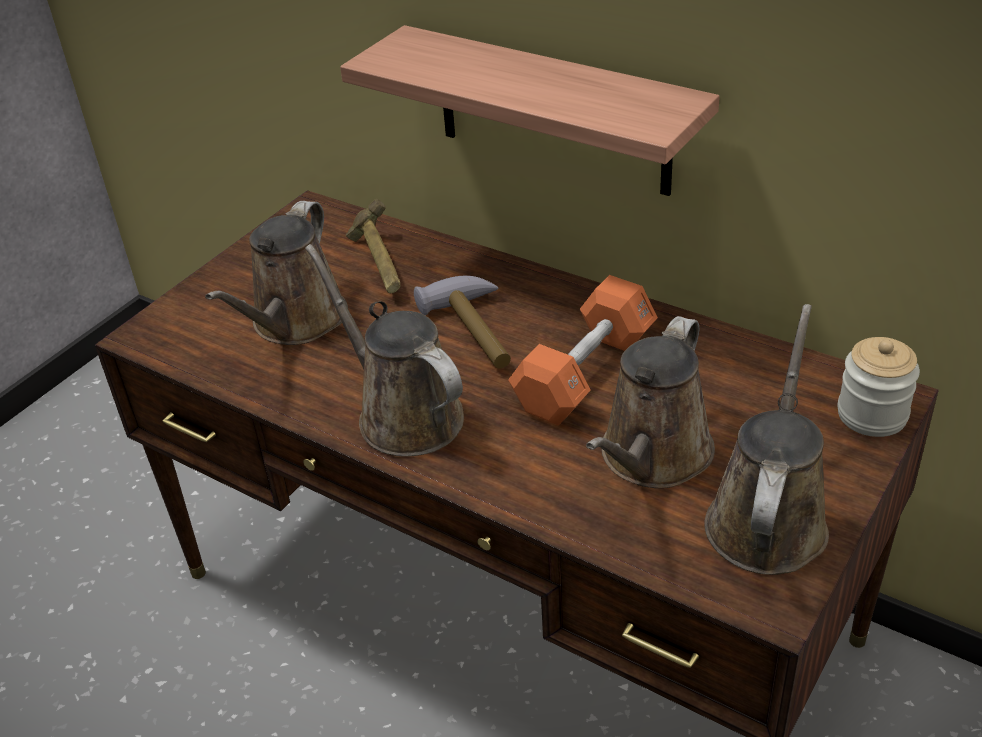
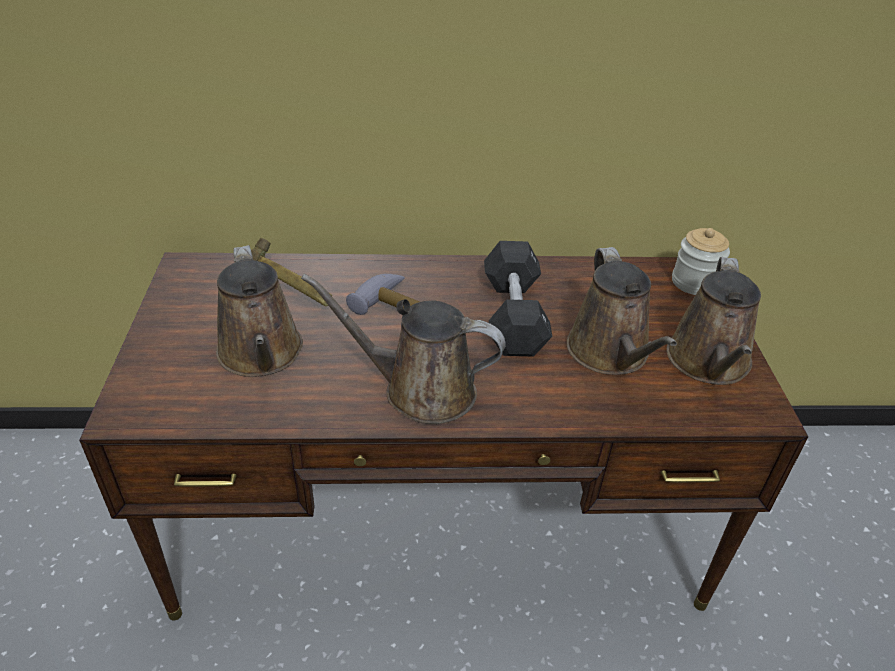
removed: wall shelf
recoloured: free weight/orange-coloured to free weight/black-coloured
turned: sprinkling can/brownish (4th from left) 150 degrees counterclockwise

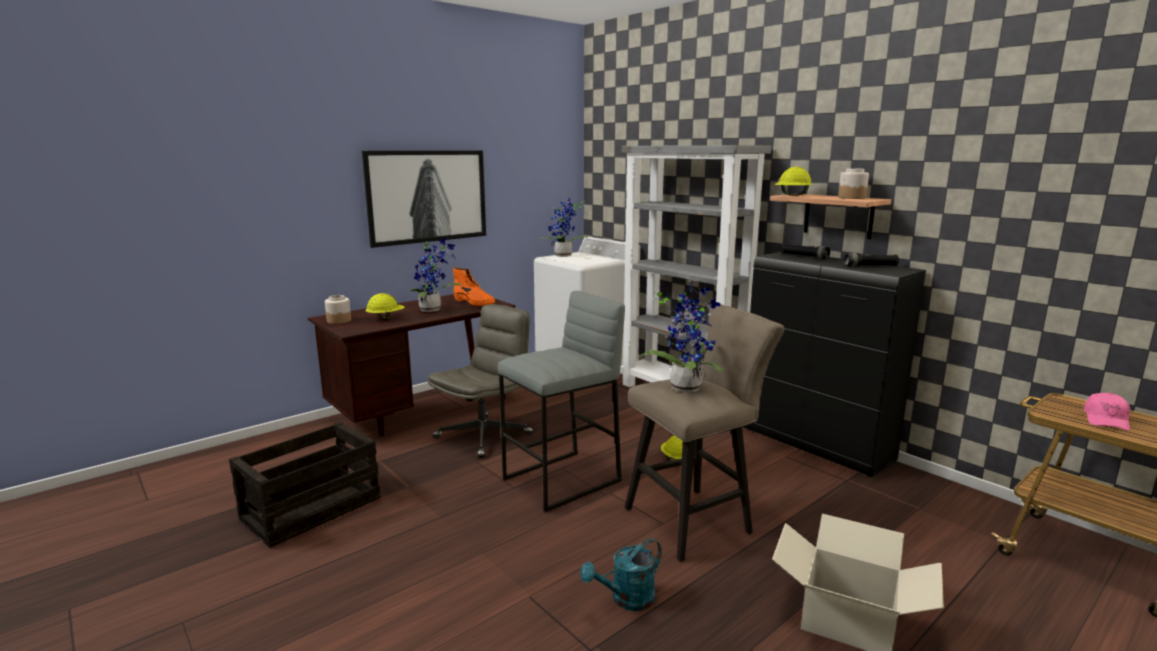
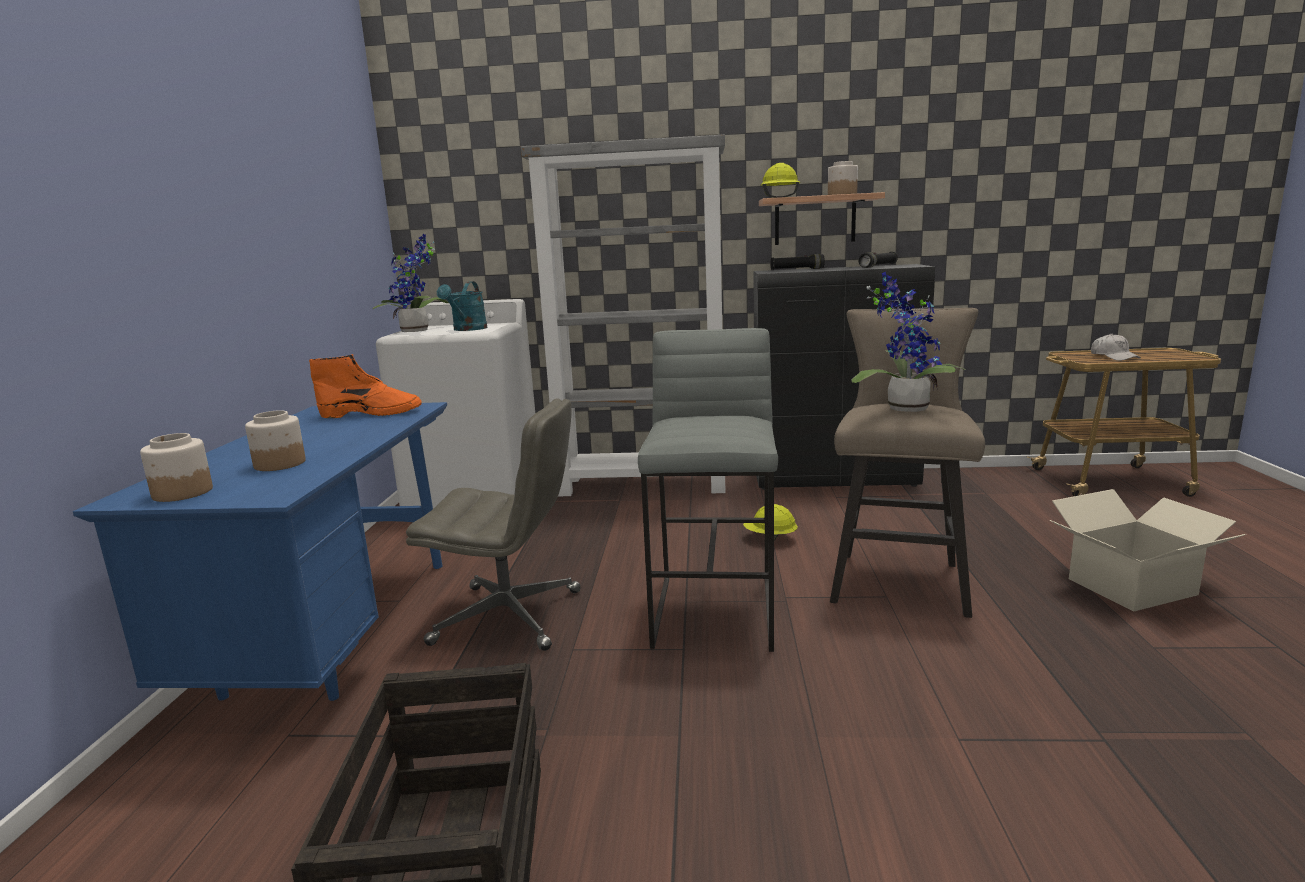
removed: picture; plant in a pot (1st from left)
moved: sprinkling can/turquoise-coloured
replaced: safety helmet/yellow (1st from left) to storage jar (2nd from left)
recoloured: desk unit/brownish to desk unit/blue-coloured; baseball cap/pinkish to baseball cap/white
turned: desk chair/grey 105 degrees clockwise

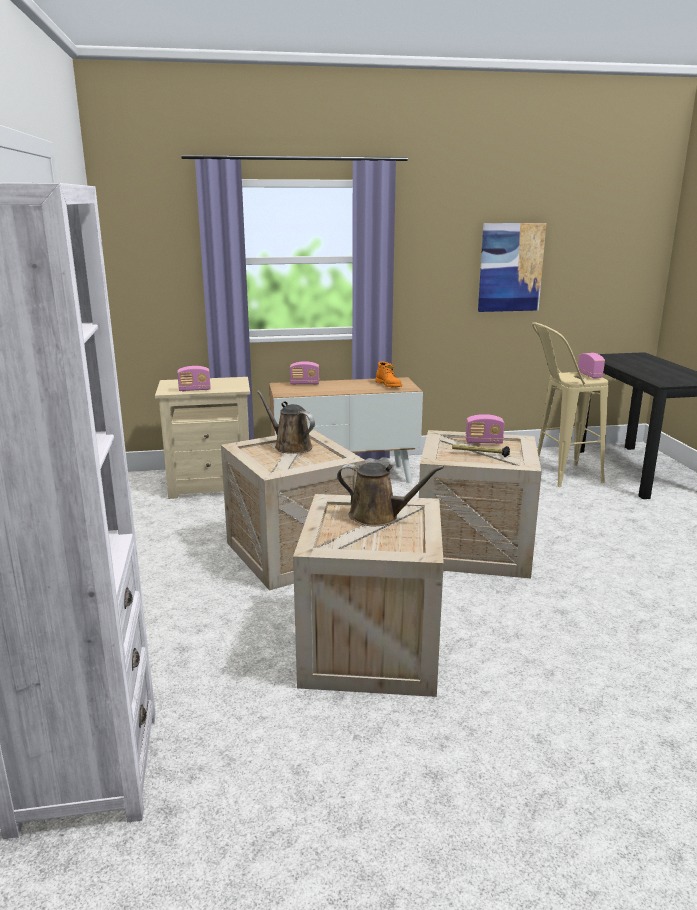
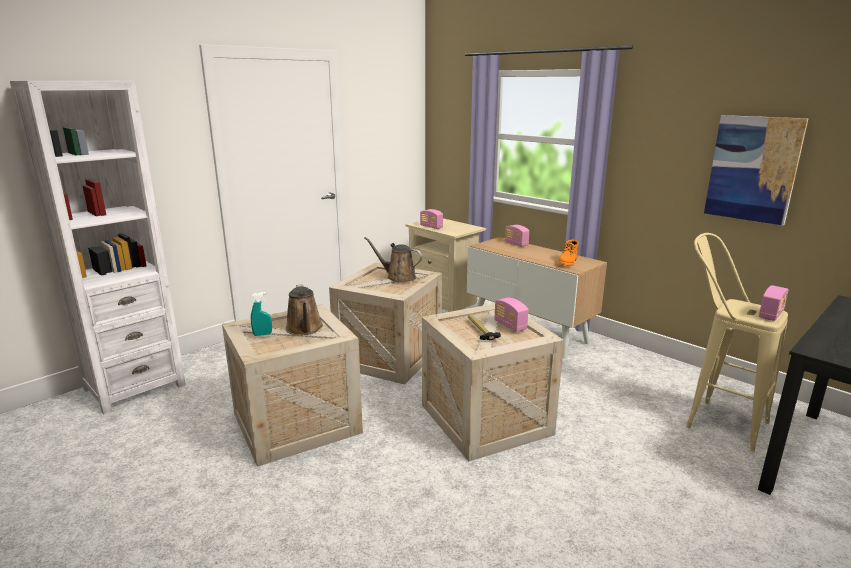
added: sprayer/turquoise-coloured
turned: sprinkling can/brownish (1st from left in the first image) 75 degrees counterclockwise

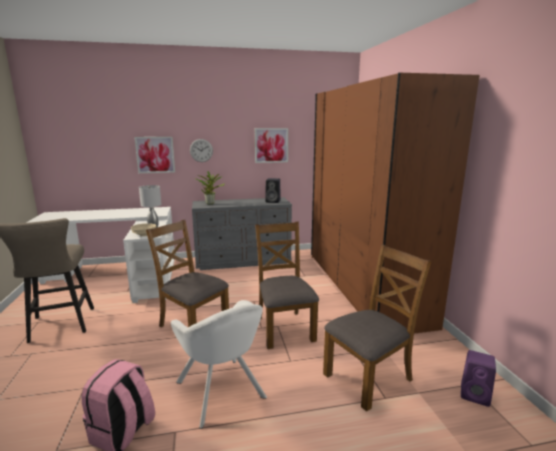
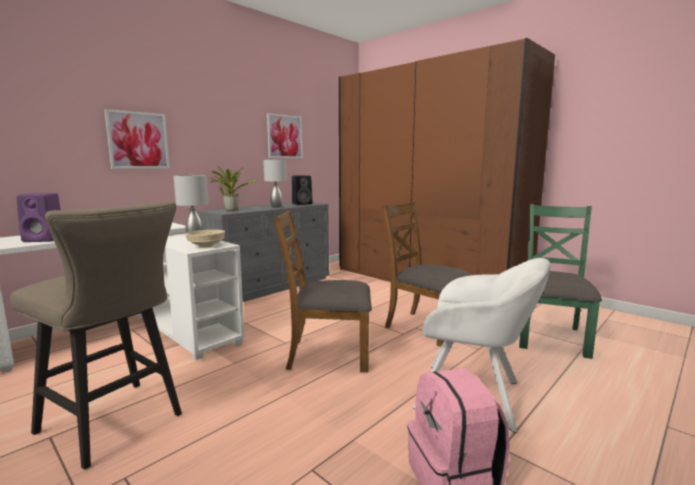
removed: wall clock
added: tabletop lamp/grey (2nd from left)
moved: speaker/purple
recoloured: chair/brownish (3rd from left) to chair/greenish

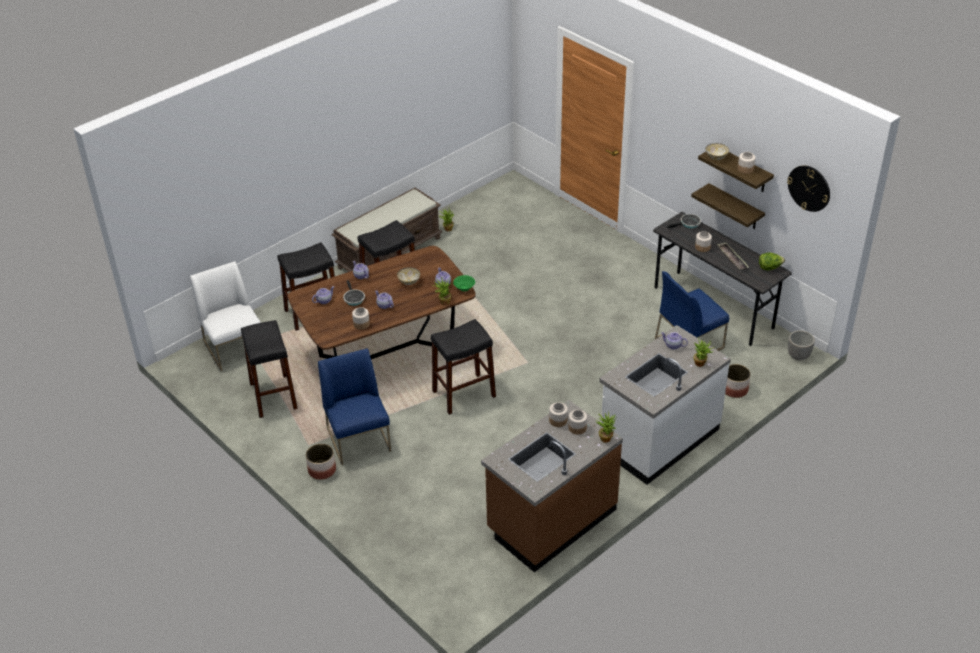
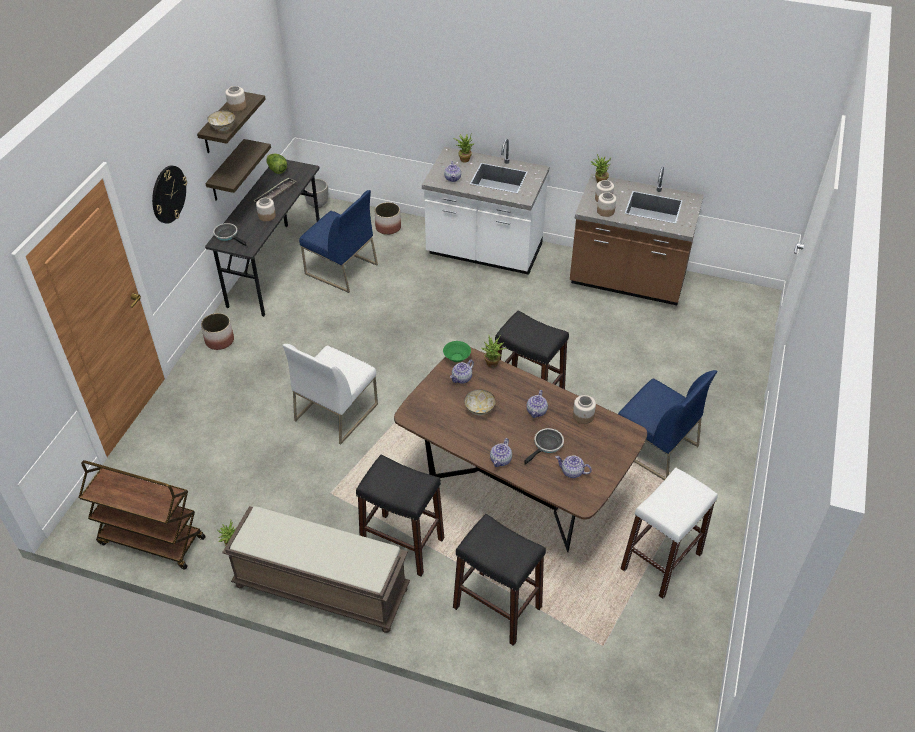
added: cart/brownish
moved: chair/white; plant pot (1st from left); wall clock
recoloured: stool/black-coloured (1st from left) to stool/white
turned: chair/blue-coloured (1st from left in the first image) 90 degrees counterclockwise

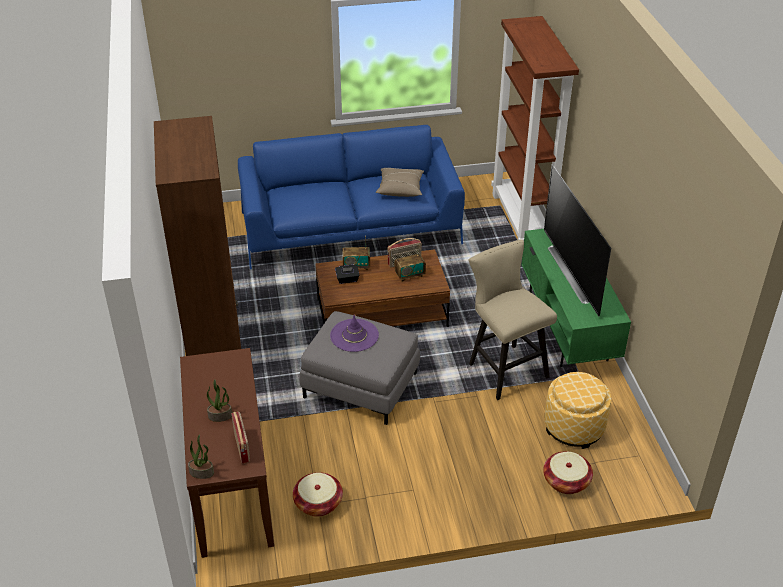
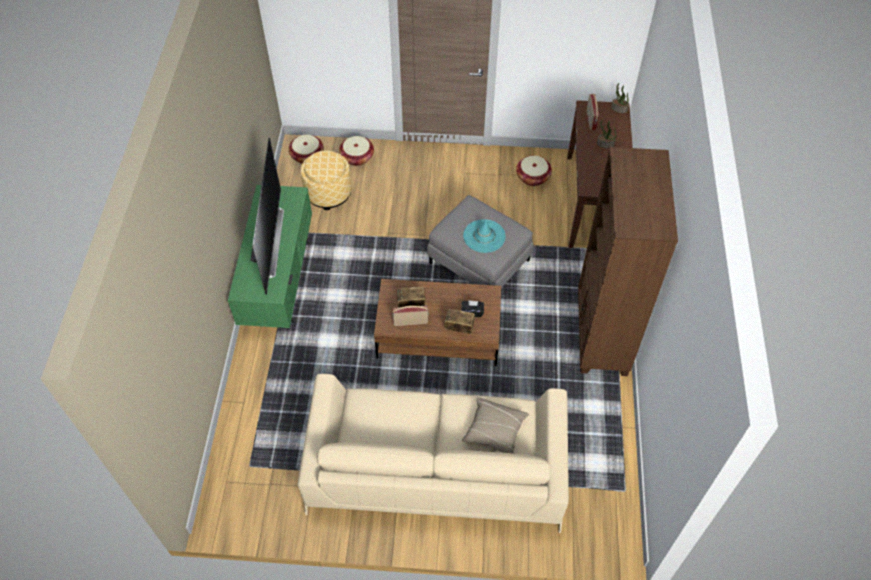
removed: stool/beige; shelving unit/brownish (2nd from left)
added: household basket (1st from left)
moved: pillow/beige
recoloured: settee/blue-coloured to settee/beige; hat/purple to hat/turquoise-coloured

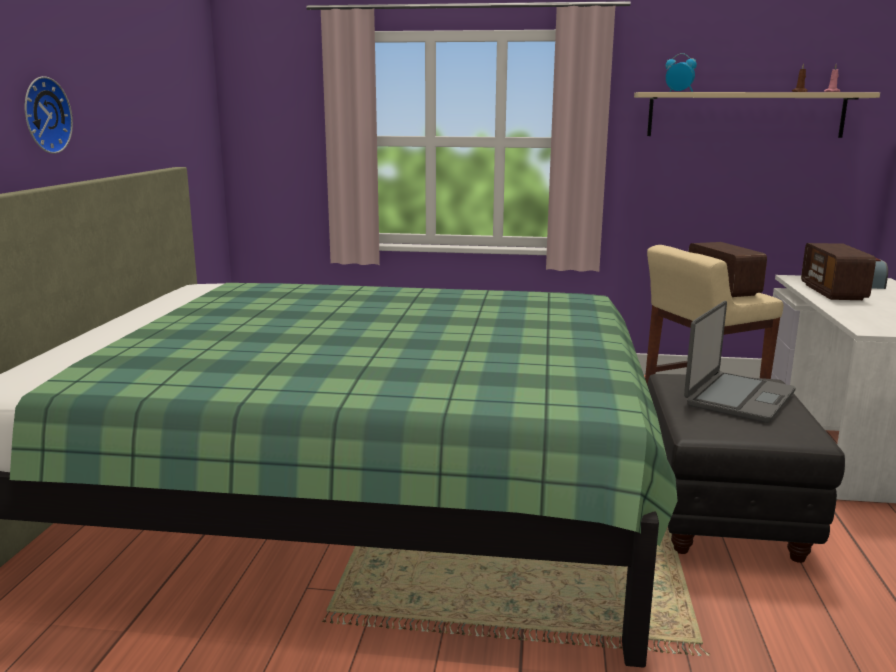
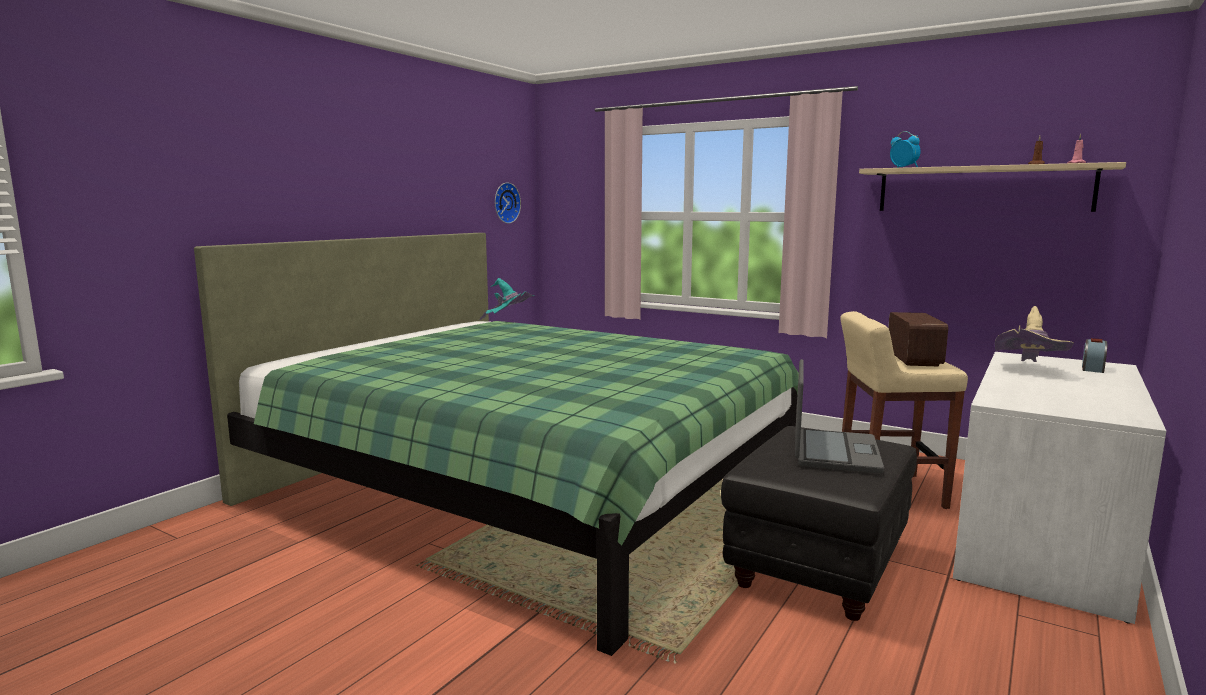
added: hat/turquoise-coloured
moved: wall clock
replaced: radio set (2nd from left) to hat/beige
turned: notebook computer 45 degrees counterclockwise

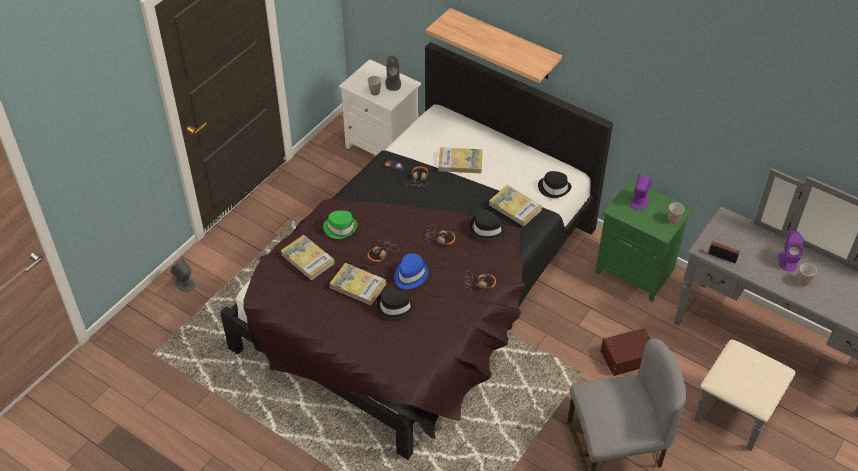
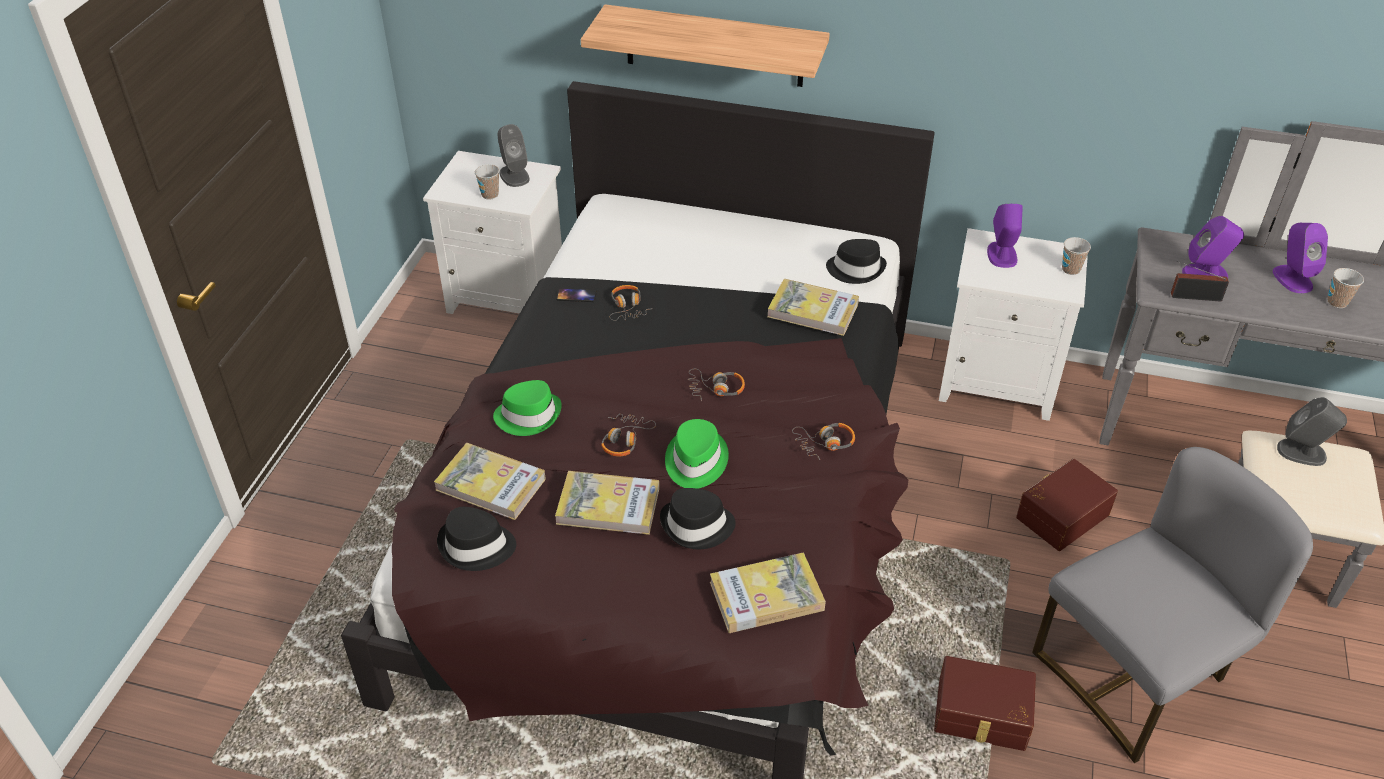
added: storage bin/brownish (1st from left); speaker/purple (2nd from left)
moved: speaker/grey (1st from left in the first image) to speaker/grey (2nd from left); book (3rd from left); hat/black-coloured (2nd from left in the first image) to hat/black-coloured (1st from left)
recoloured: hat/blue-coloured to hat/greenish (2nd from left); bedside table/greenish to bedside table/white (2nd from left)

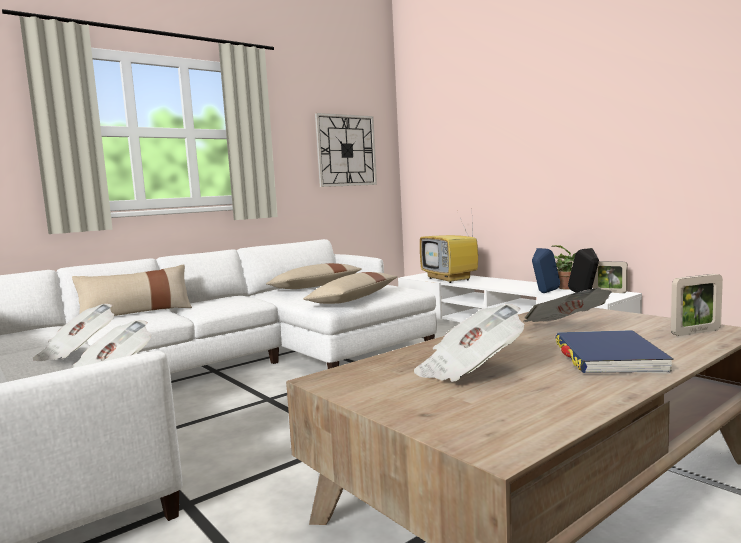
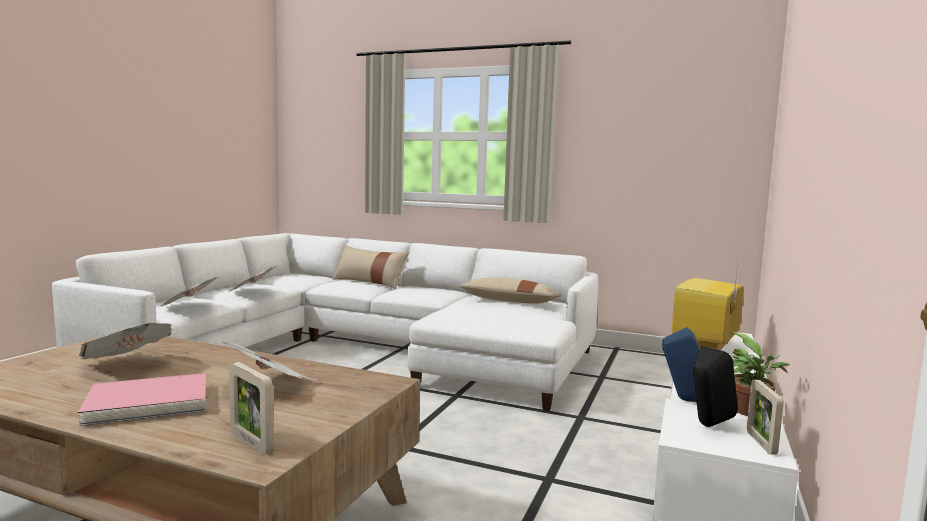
removed: pillow/beige (3rd from left); wall clock
recoloured: book/blue-coloured to book/pinkish

